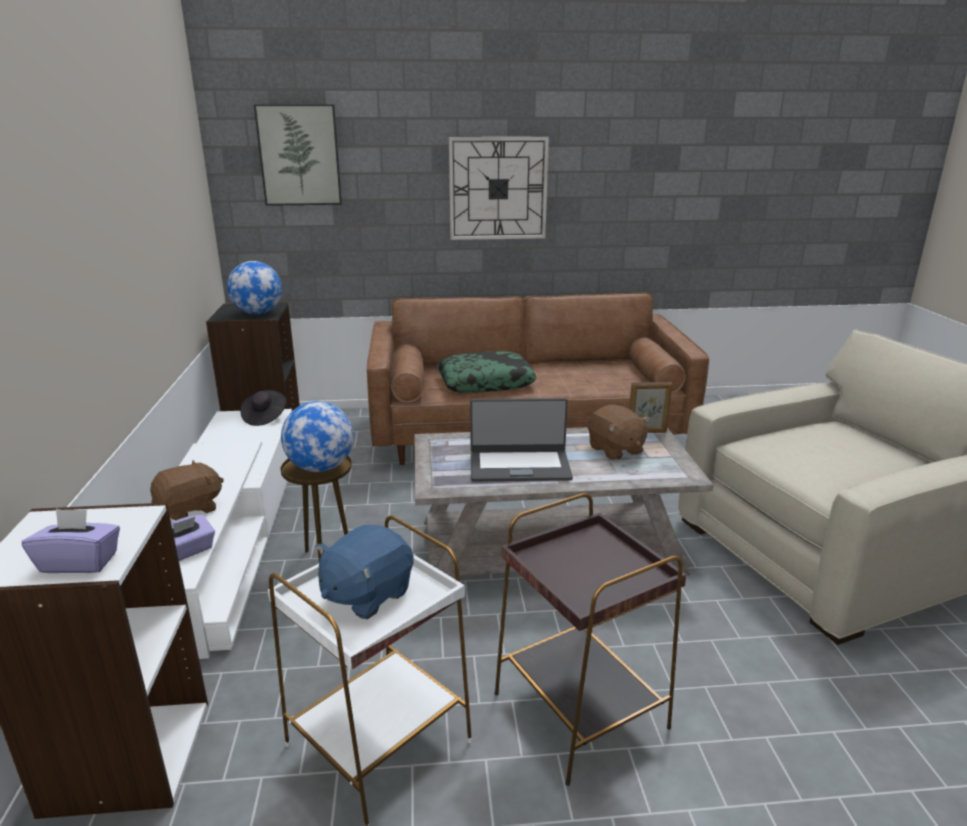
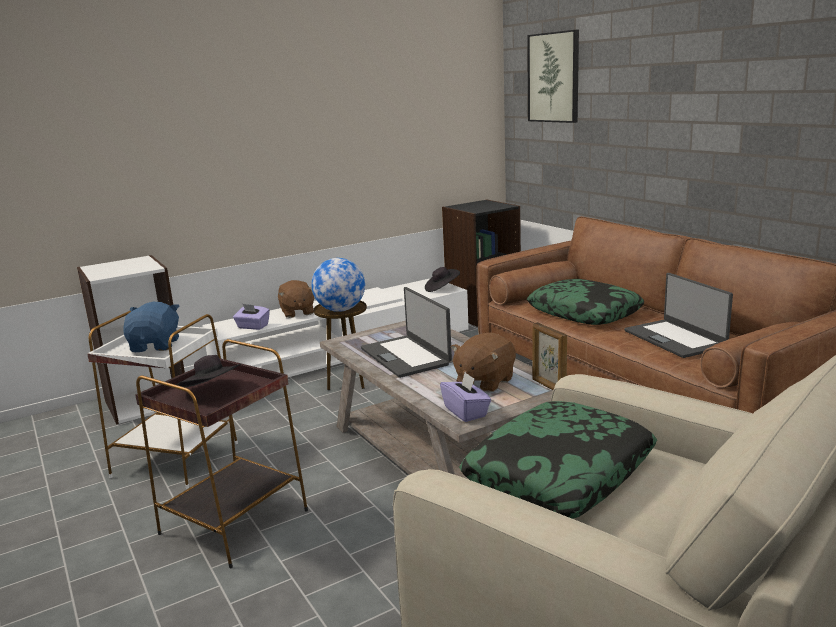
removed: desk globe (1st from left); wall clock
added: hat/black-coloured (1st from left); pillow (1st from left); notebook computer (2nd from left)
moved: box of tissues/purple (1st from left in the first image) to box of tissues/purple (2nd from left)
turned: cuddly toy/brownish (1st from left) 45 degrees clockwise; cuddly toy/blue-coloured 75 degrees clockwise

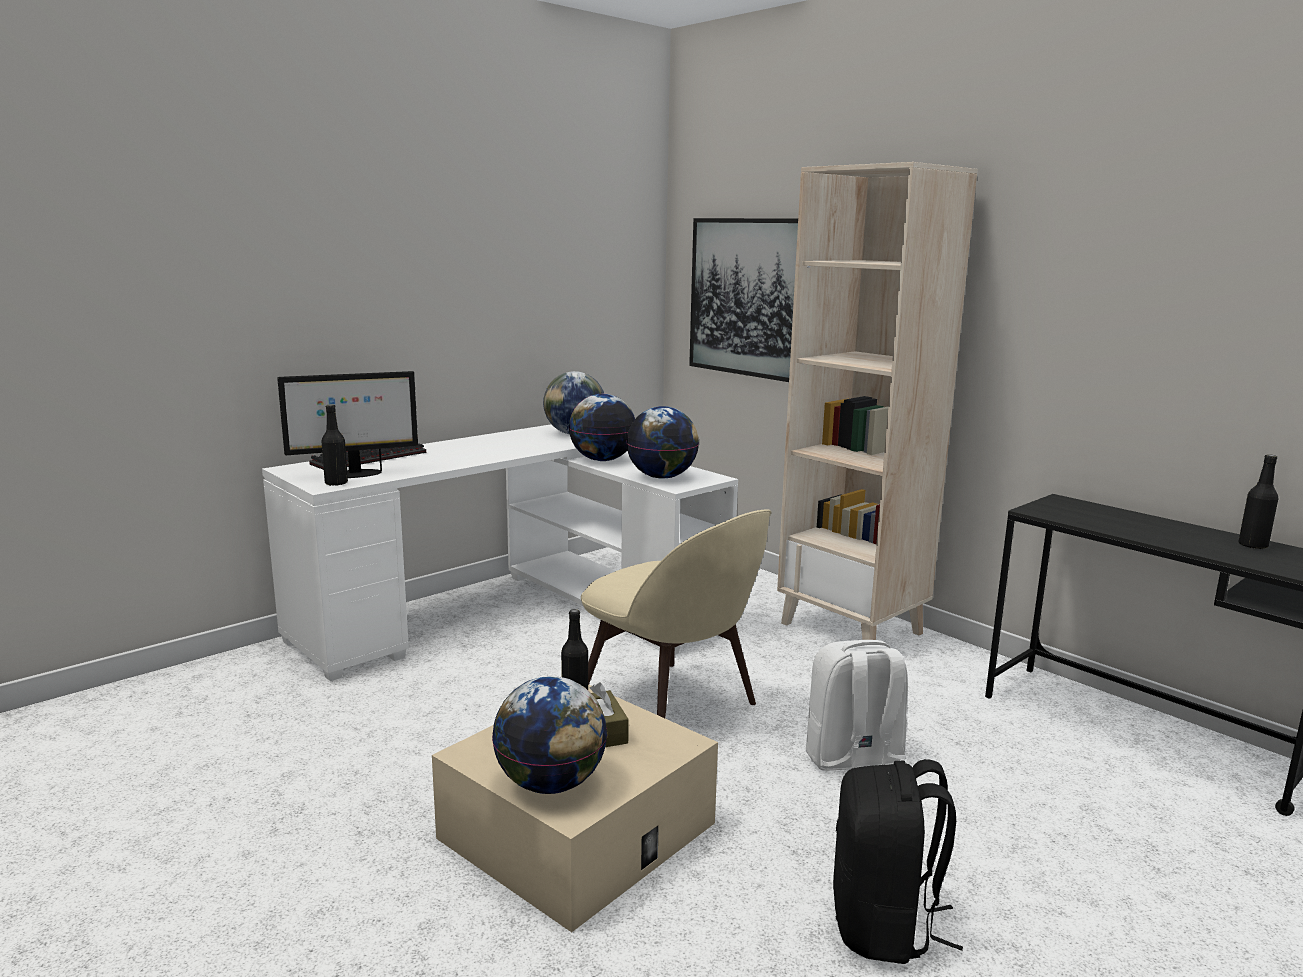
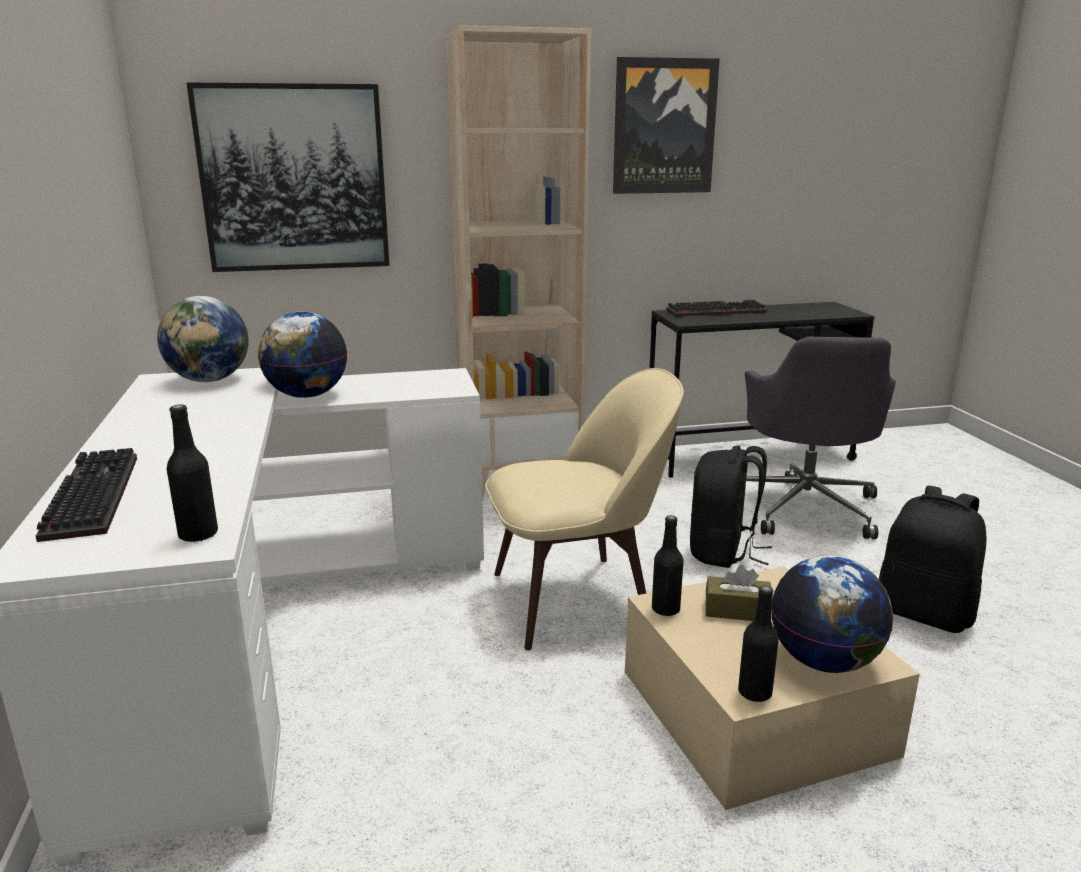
removed: computer display; desk globe (4th from left)
added: picture (2nd from left); computer keyboard (2nd from left); desk chair/grey
moved: drink bottle/black-coloured (3rd from left)
recoloured: knapsack/white to knapsack/black-coloured (1st from left)

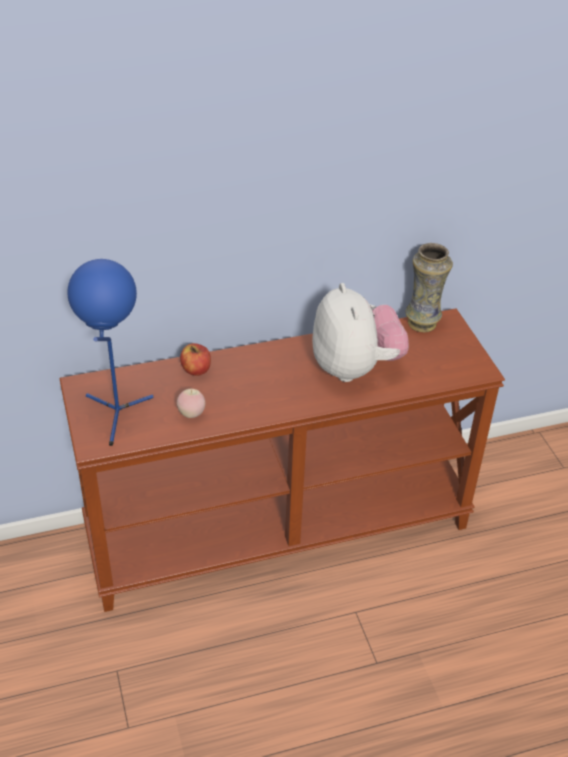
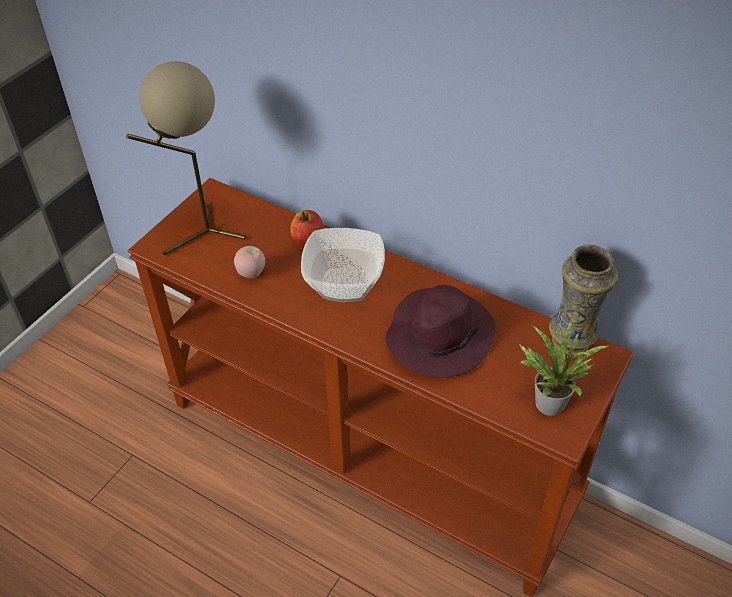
added: bowl; plant in a pot
replaced: cuddly toy to hat/purple
recoloured: tabletop lamp/blue-coloured to tabletop lamp/beige

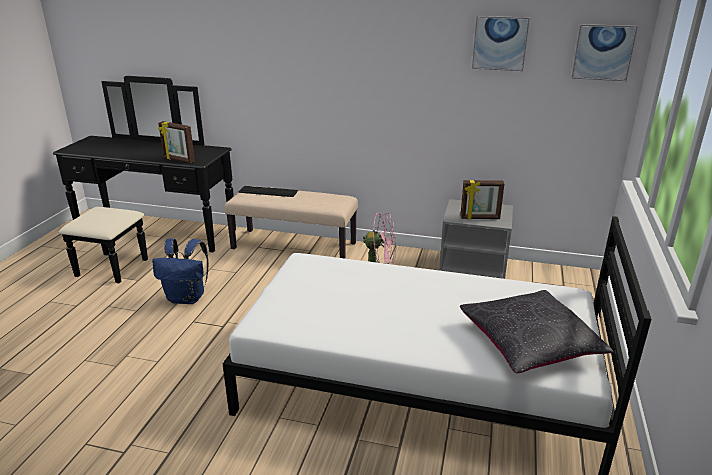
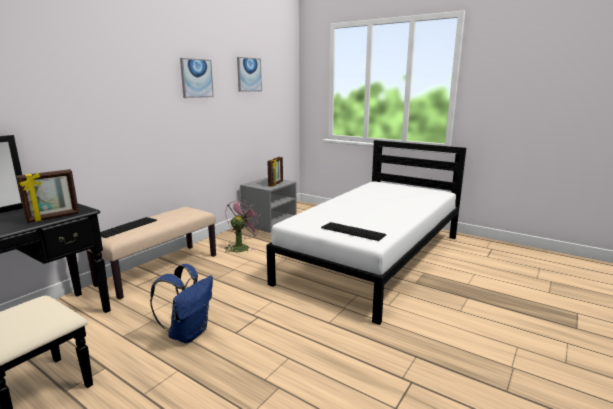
removed: pillow/black-coloured
added: computer keyboard (2nd from left)
moved: picture (2nd from left in the first image) to picture (1st from left)

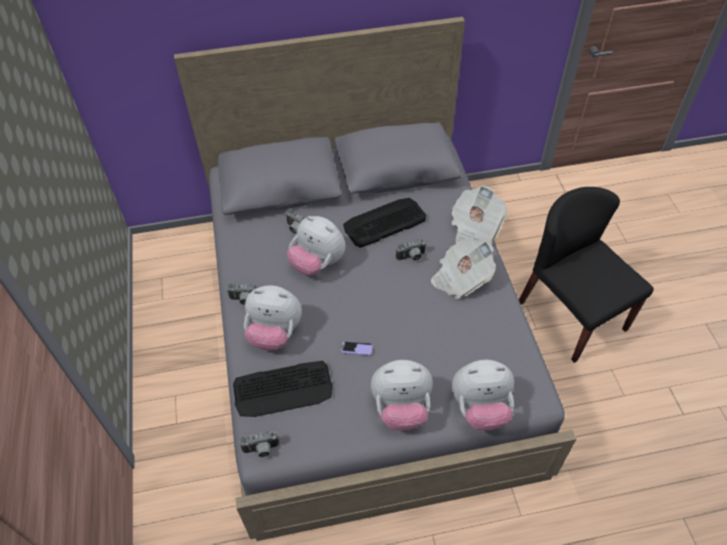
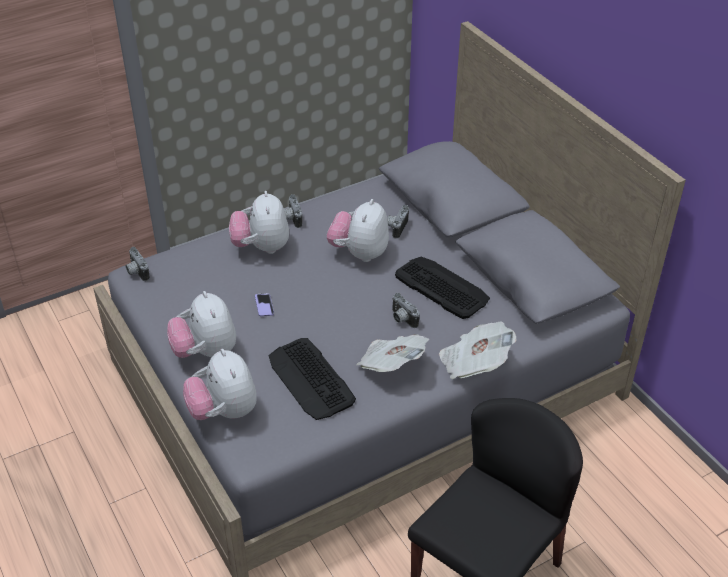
moved: computer keyboard (1st from left)

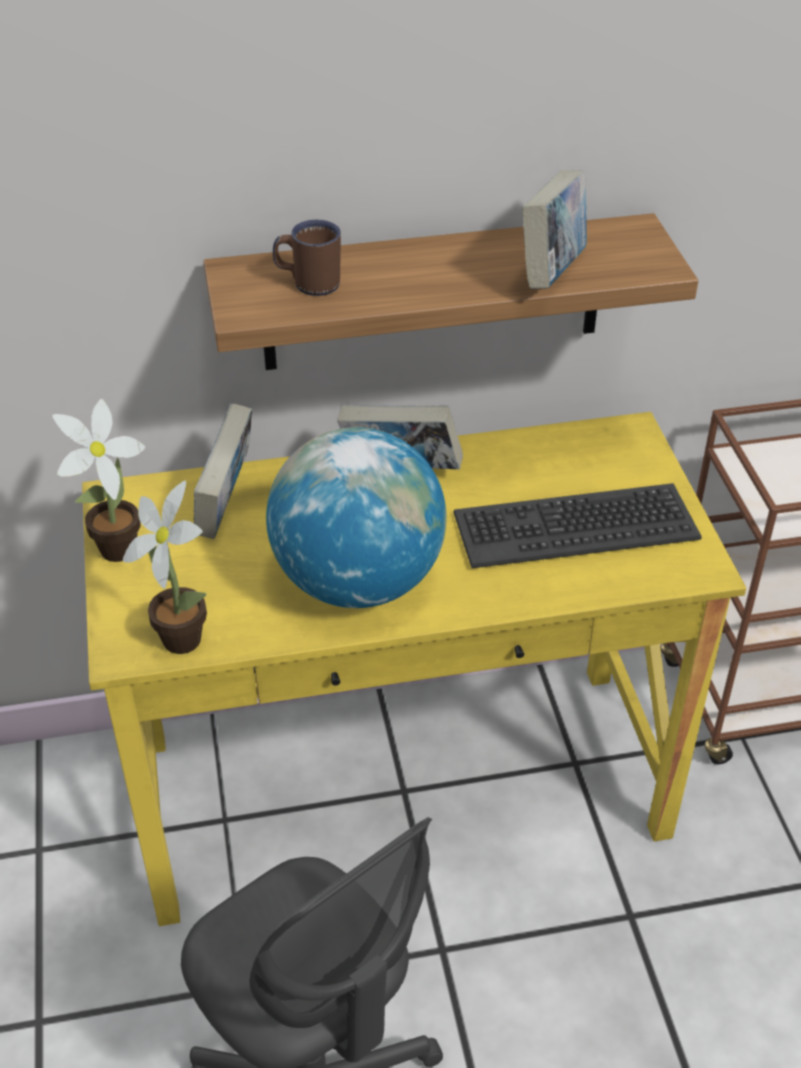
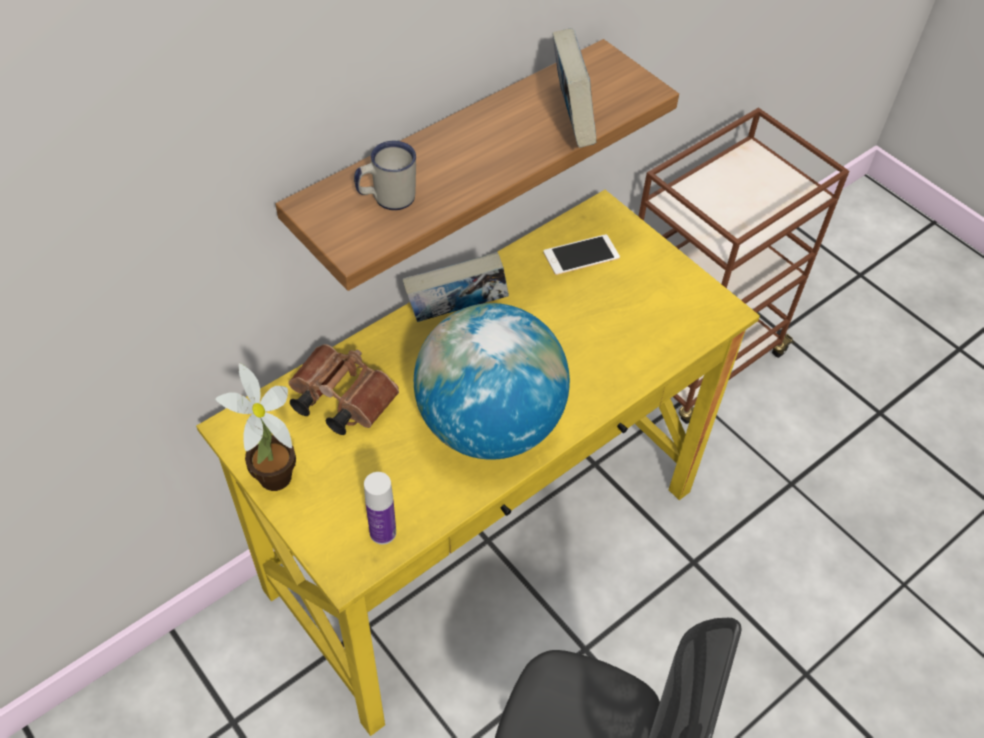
removed: computer keyboard
added: telephone
replaced: plant in a pot (2nd from left) to drink bottle; book (1st from left) to binoculars/brownish
recoloured: mug/brownish to mug/white

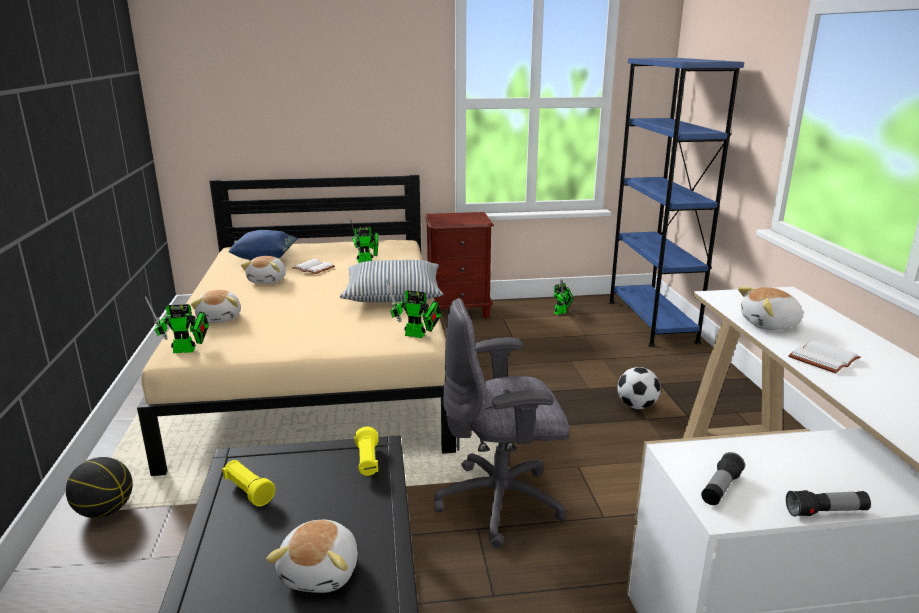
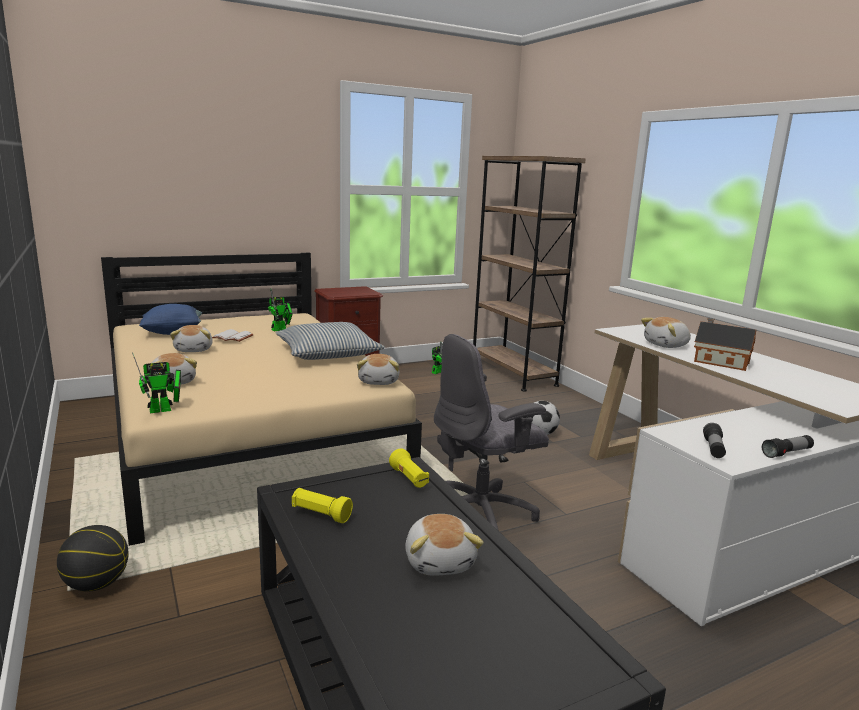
replaced: model robot (3rd from left) to cuddly toy (3rd from left); book/white (2nd from left) to miniature house
recoloured: shelving unit/blue-coloured to shelving unit/brownish

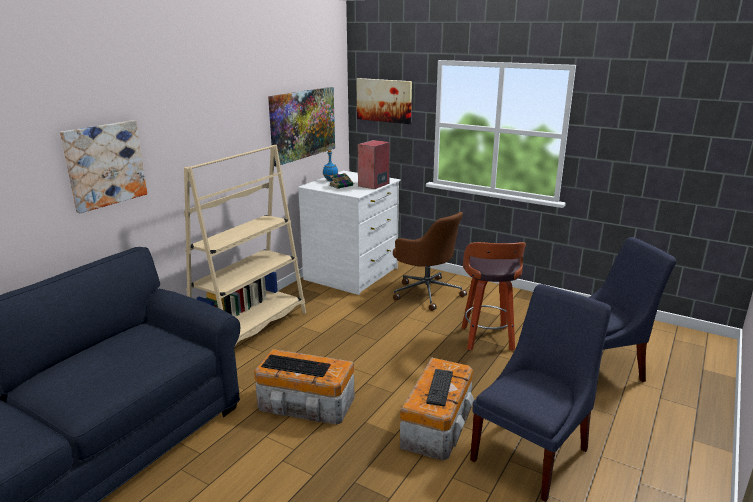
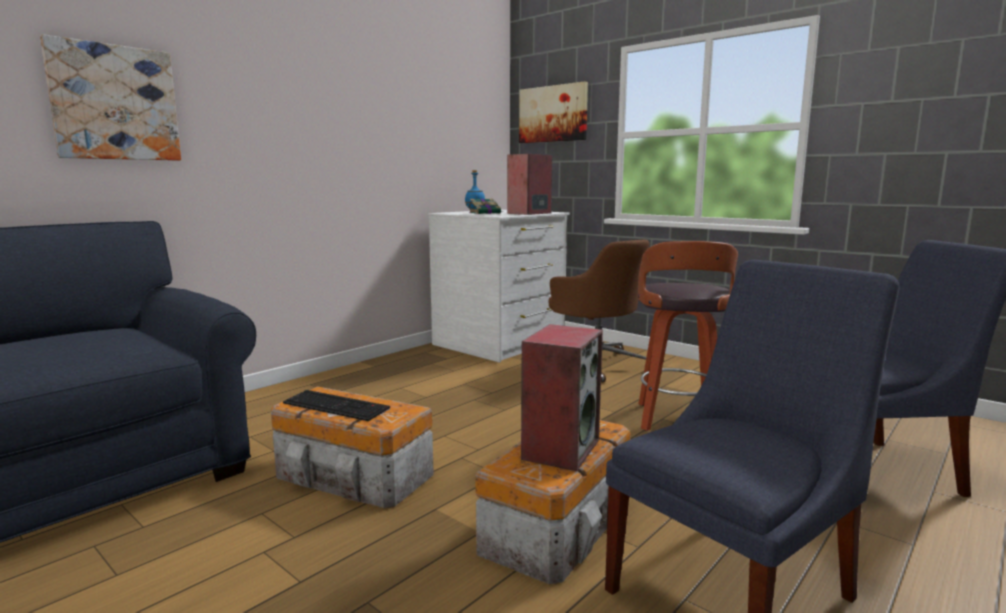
removed: shelving unit/beige; picture (2nd from left)
replaced: computer keyboard (2nd from left) to speaker (2nd from left)

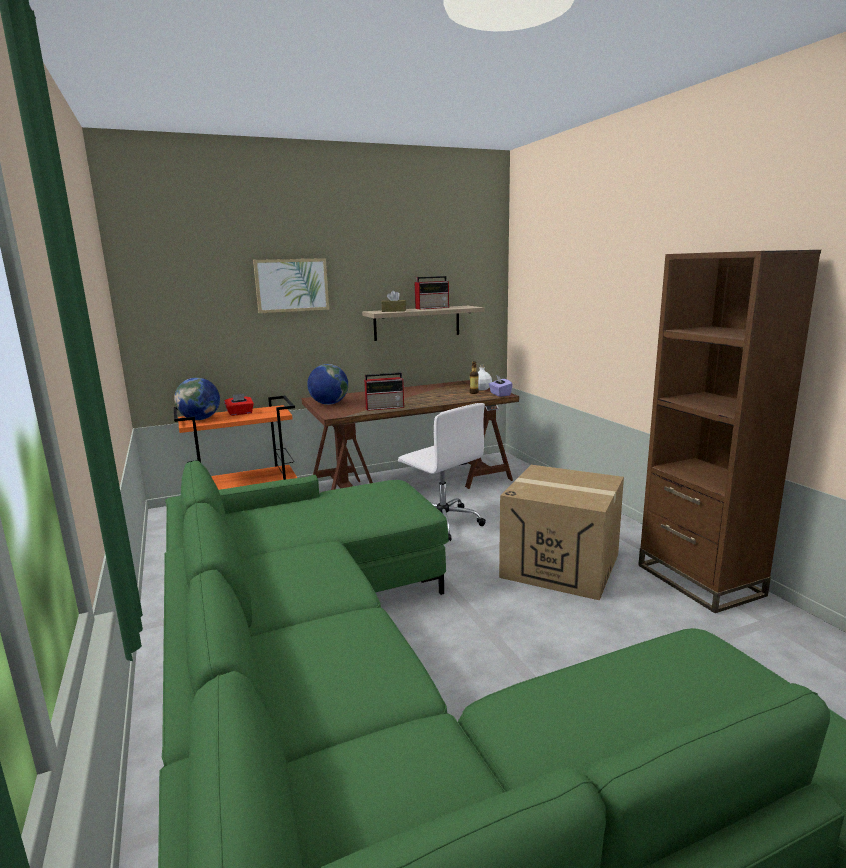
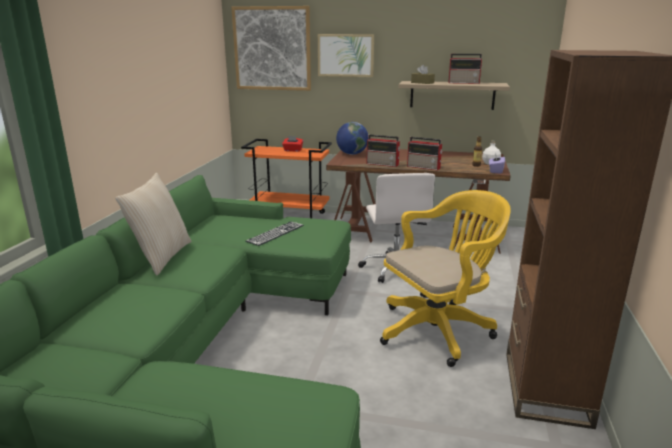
removed: desk globe (1st from left)
added: pillow/beige; picture (1st from left); computer keyboard; radio set (2nd from left)
replaced: packing box to desk chair/yellow

